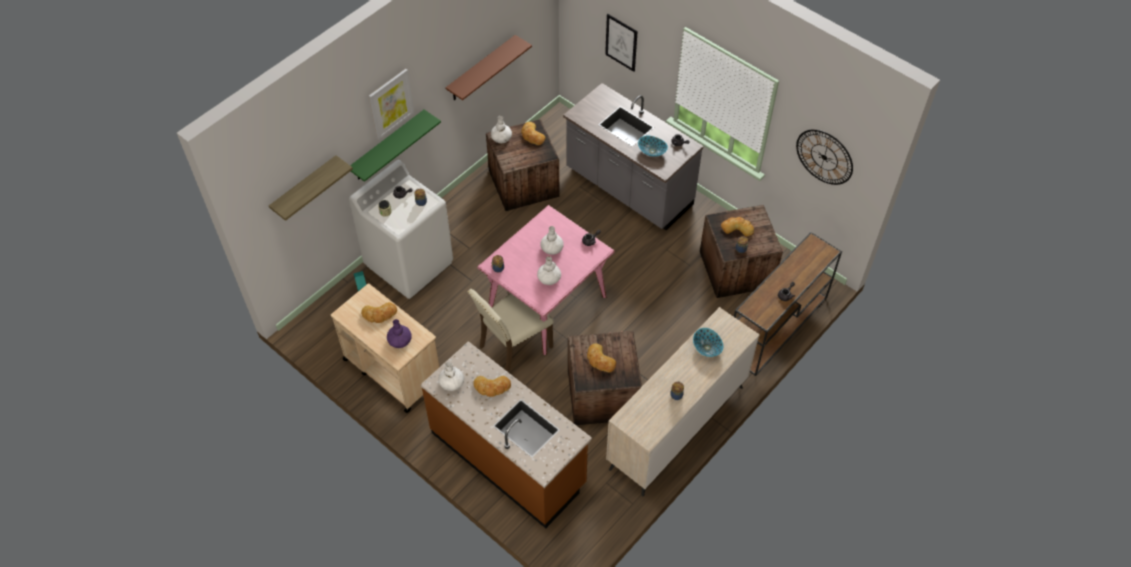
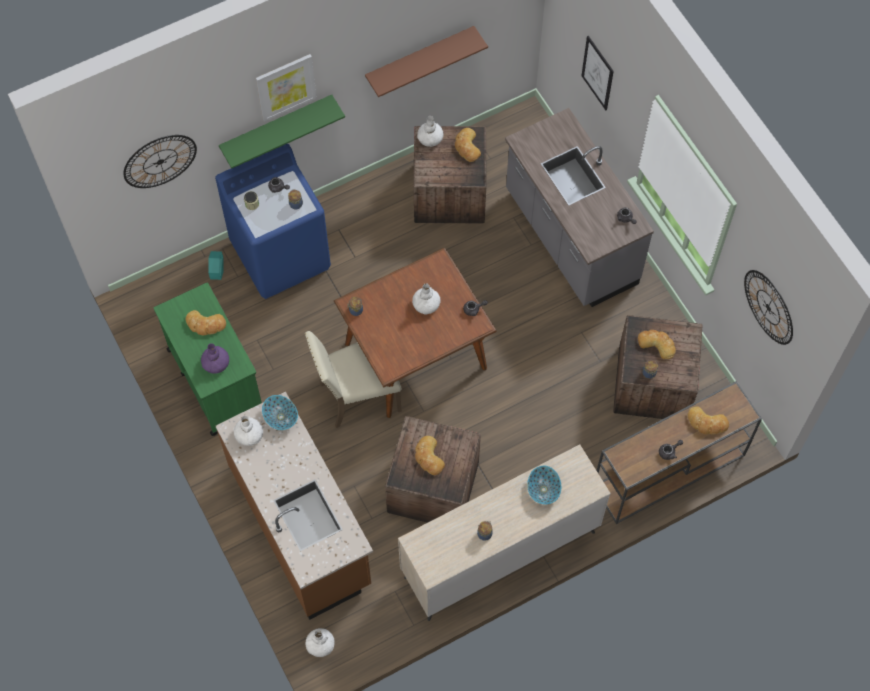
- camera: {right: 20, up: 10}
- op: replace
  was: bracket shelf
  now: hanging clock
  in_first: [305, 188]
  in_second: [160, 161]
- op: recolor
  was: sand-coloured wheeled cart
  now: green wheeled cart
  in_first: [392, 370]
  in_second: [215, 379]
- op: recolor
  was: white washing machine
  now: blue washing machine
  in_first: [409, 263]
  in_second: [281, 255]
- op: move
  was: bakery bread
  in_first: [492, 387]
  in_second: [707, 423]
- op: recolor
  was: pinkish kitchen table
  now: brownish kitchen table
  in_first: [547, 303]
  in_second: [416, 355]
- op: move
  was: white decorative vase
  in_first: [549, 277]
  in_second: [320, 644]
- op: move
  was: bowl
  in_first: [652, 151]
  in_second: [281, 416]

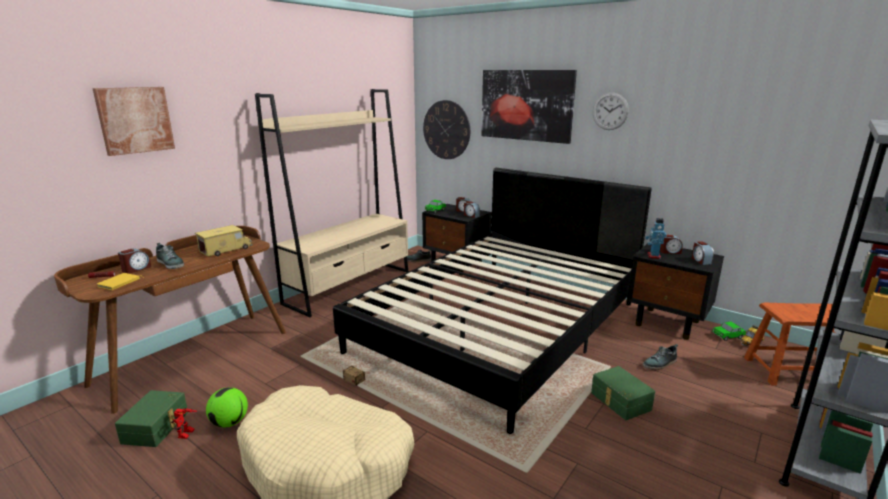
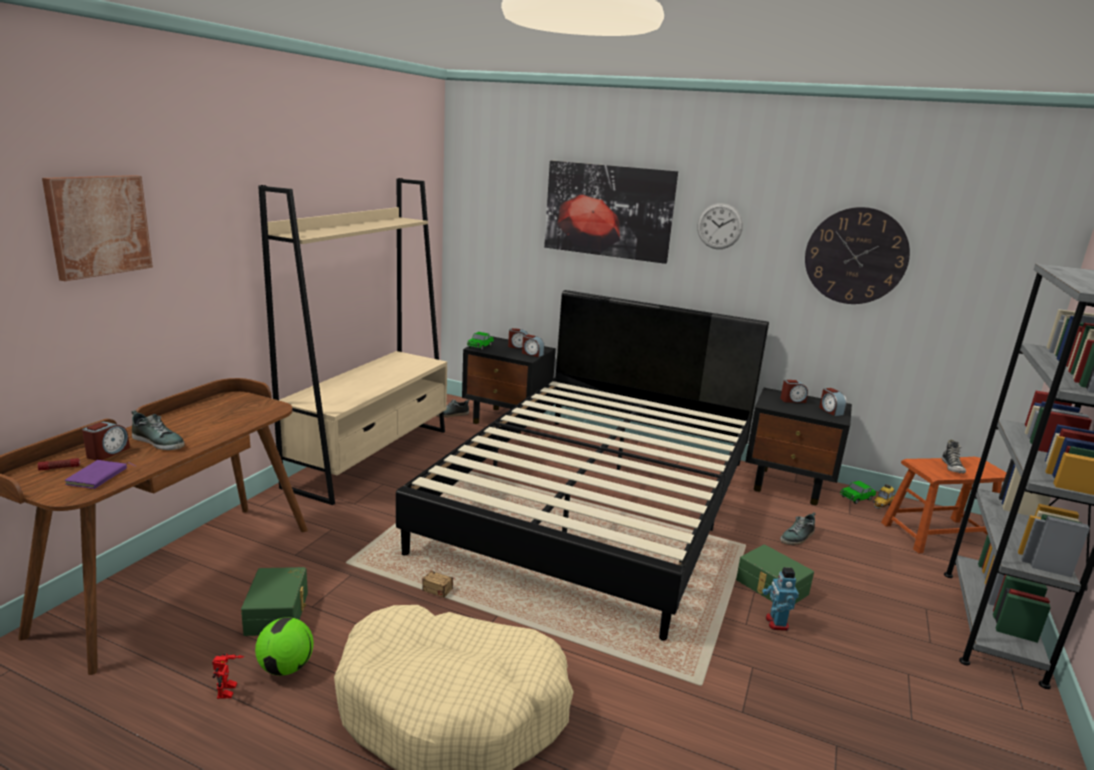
- camera: {right: -15, up: 0}
- op: recolor
  was: yellow bound book
  now: purple-coloured bound book
  in_first: [120, 283]
  in_second: [98, 477]
- op: move
  was: green storage box
  in_first: [157, 427]
  in_second: [279, 612]
- op: delete
  was: model truck
  in_first: [225, 250]
- op: move
  was: hanging clock
  in_first: [446, 130]
  in_second: [855, 256]
- op: move
  was: toy robot
  in_first: [653, 256]
  in_second: [776, 623]
- op: insert
  now: item of footwear
  in_second: [952, 467]

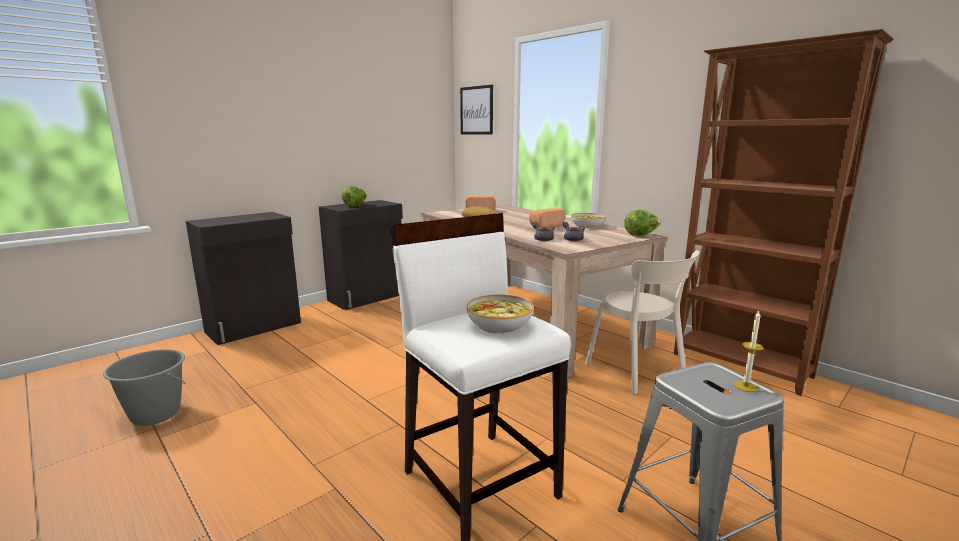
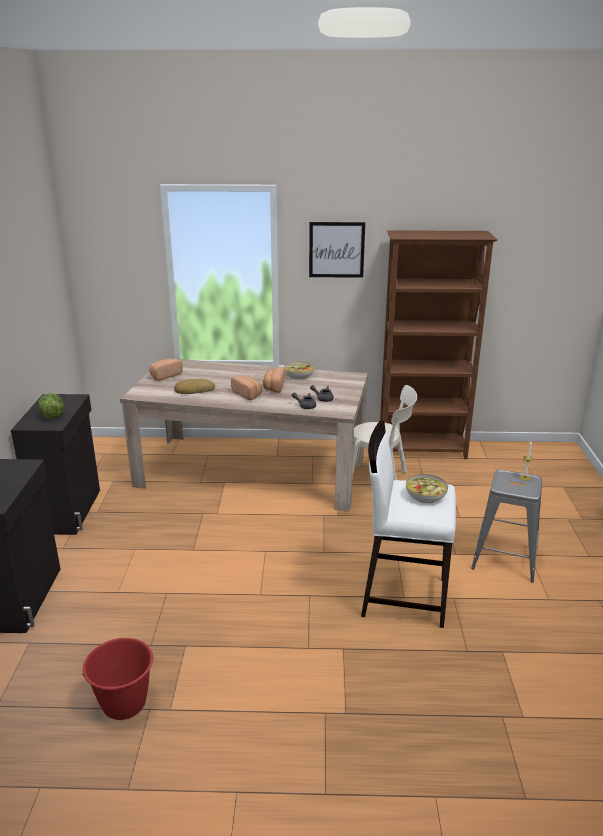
- camera: {right: -45, up: 10}
- op: recolor
  was: grey bucket
  now: reddish bucket
  in_first: [155, 414]
  in_second: [124, 704]
- op: move
  was: wall picture
  in_first: [476, 110]
  in_second: [336, 249]
- op: delete
  was: lettuce head
  in_first: [641, 235]
- op: insert
  now: bakery bread
  in_second: [248, 394]

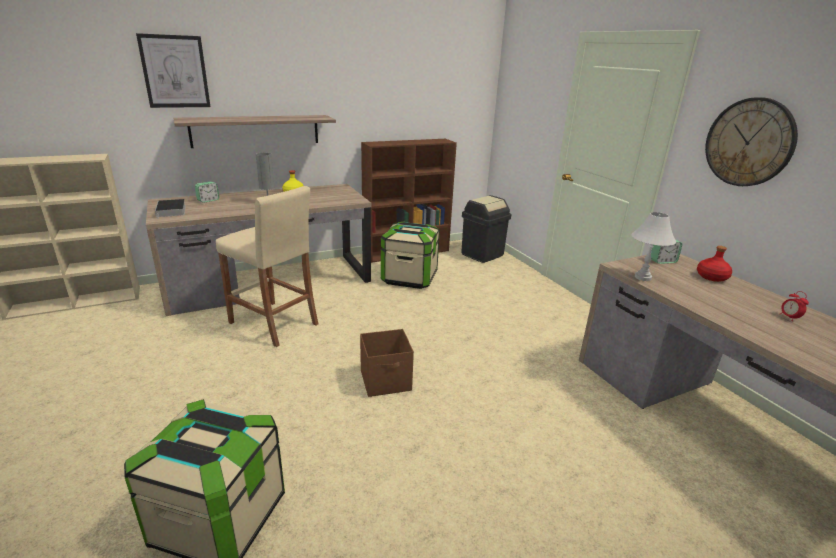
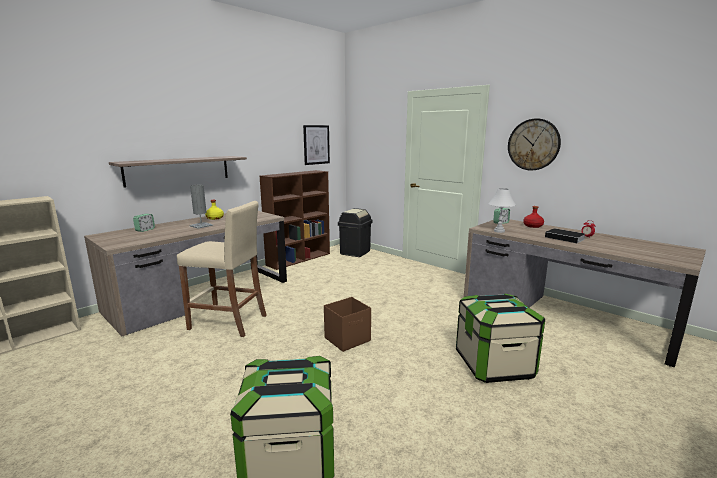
- camera: {right: -20, up: -10}
- op: move
  was: wall picture
  in_first: [175, 72]
  in_second: [316, 144]
- op: move
  was: bound book
  in_first: [171, 211]
  in_second: [566, 238]
- op: move
  was: storage box
  in_first: [409, 278]
  in_second: [494, 365]

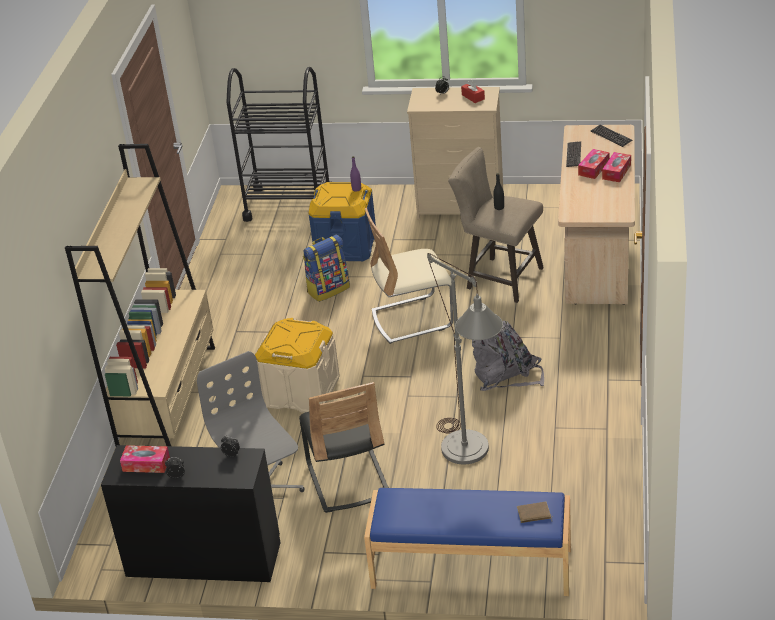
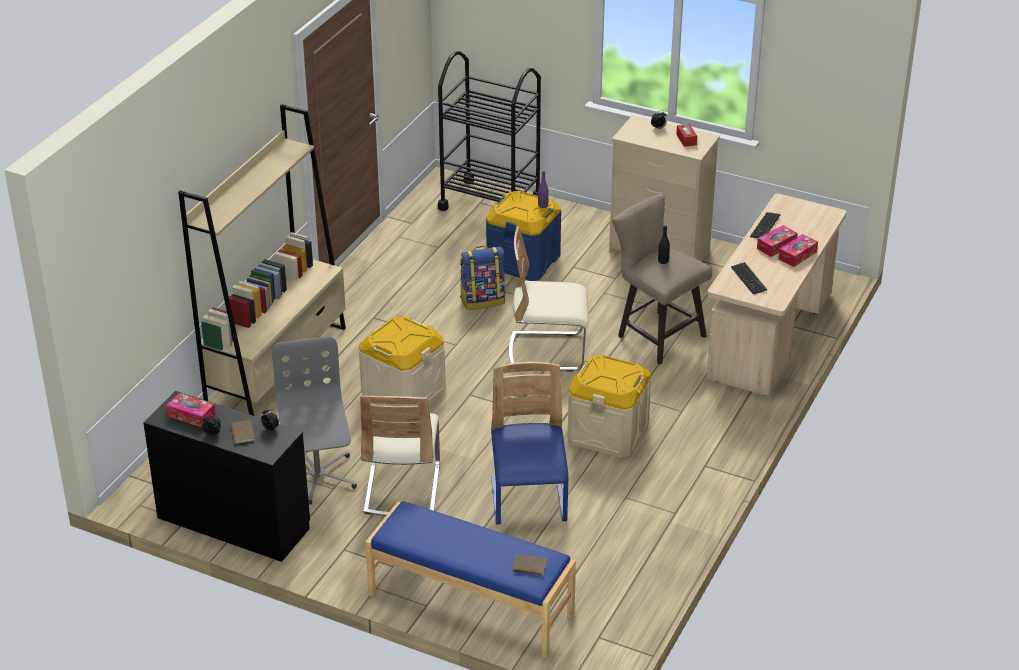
- camera: {right: 15, up: 0}
- op: recolor
  was: black-coloured chair
  now: sand-coloured chair
  in_first: [348, 479]
  in_second: [402, 489]
- op: replace
  was: grey standard lamp
  now: blue chair
  in_first: [470, 456]
  in_second: [528, 501]
- op: replace
  was: grey knapsack
  now: sand-coloured storage box
  in_first: [506, 374]
  in_second: [608, 432]
- op: move
  was: computer keyboard
  in_first: [611, 136]
  in_second: [748, 279]
- op: insert
  now: brownish bound book
  in_second: [241, 433]

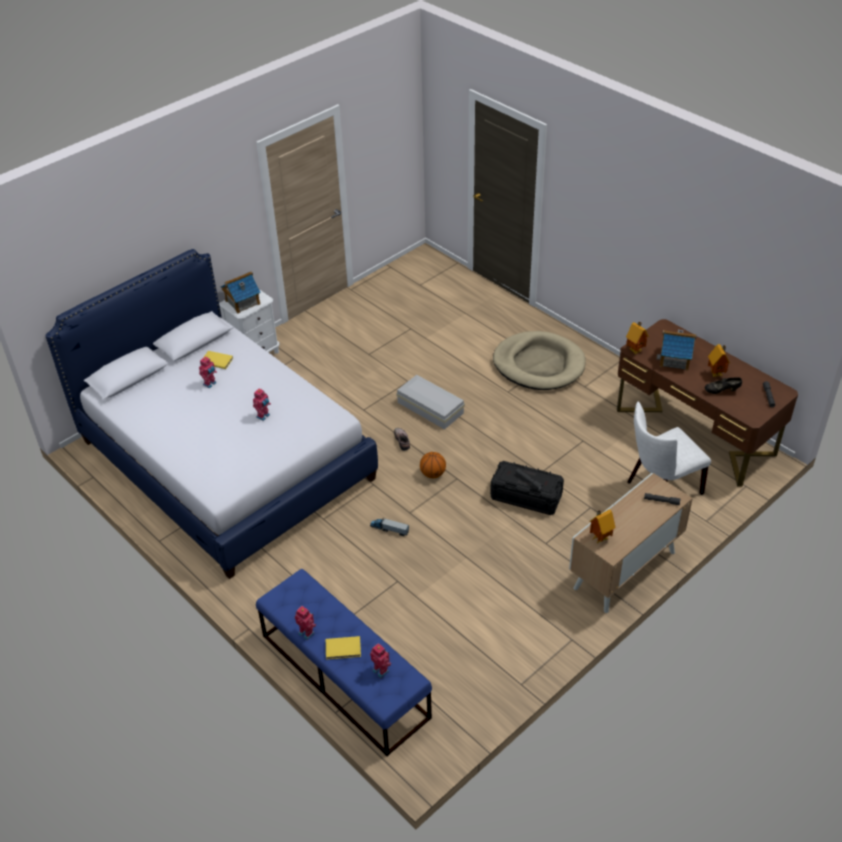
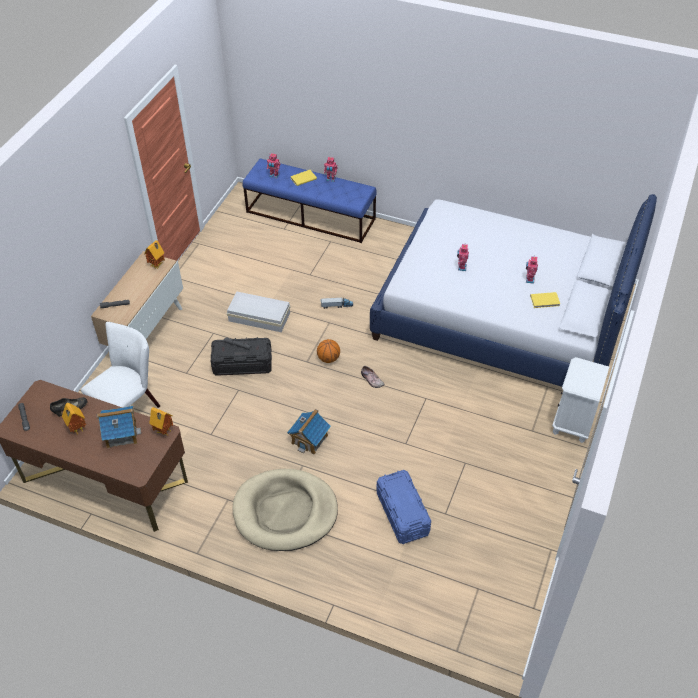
- camera: {right: 155, up: 5}
- op: move
  was: model house
  in_first: [242, 302]
  in_second: [309, 439]
- op: move
  was: white storage box
  in_first: [430, 408]
  in_second: [258, 316]
- op: insert
  now: blue storage box
  in_second: [402, 514]

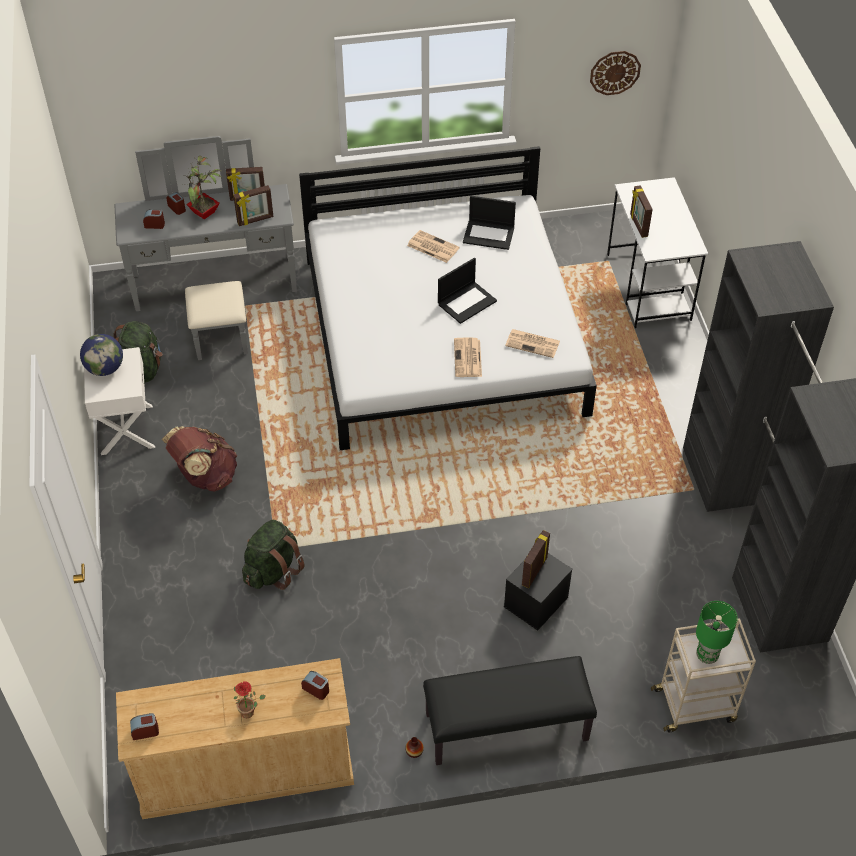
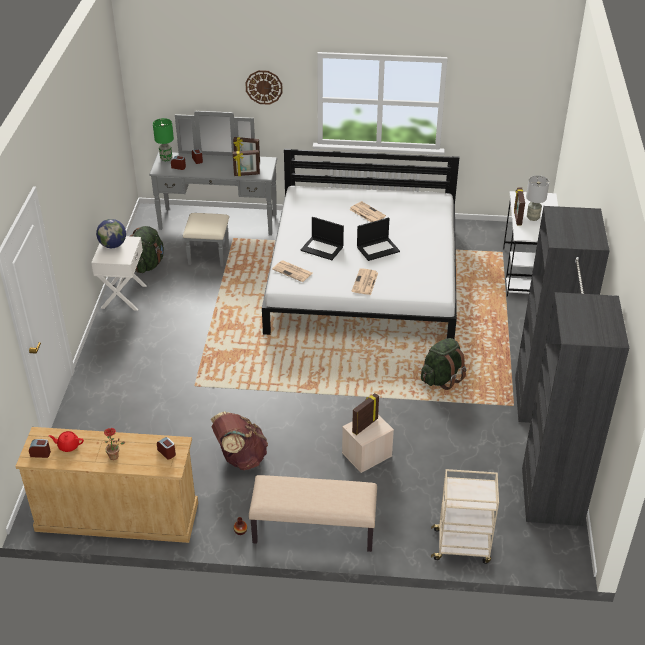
- camera: {right: 15, up: -10}
- op: move
  was: brownish knapsack
  in_first: [205, 476]
  in_second: [240, 458]
- op: delete
  was: houseplant
  in_first: [205, 214]
- op: move
  was: green knapsack
  in_first: [273, 570]
  in_second: [441, 378]
- op: recolor
  was: black-coloured indoor bench
  now: sand-coloured indoor bench
  in_first: [506, 728]
  in_second: [313, 530]
- op: move
  was: notebook computer
  in_first: [489, 235]
  in_second: [322, 248]
- op: recolor
  was: black-coloured storage box
  now: sand-coloured storage box
  in_first: [536, 602]
  in_second: [366, 455]
- op: move
  was: newspaper
  in_first: [533, 343]
  in_second: [293, 271]
- op: move
  was: hanging clock
  in_first: [615, 72]
  in_second: [264, 87]
- op: move
  was: green table lamp
  in_first: [706, 656]
  in_second: [166, 158]
- op: insert
  now: reddish tea pot
  in_second: [68, 446]
- op: insert
  now: grey table lamp
  in_second: [533, 217]

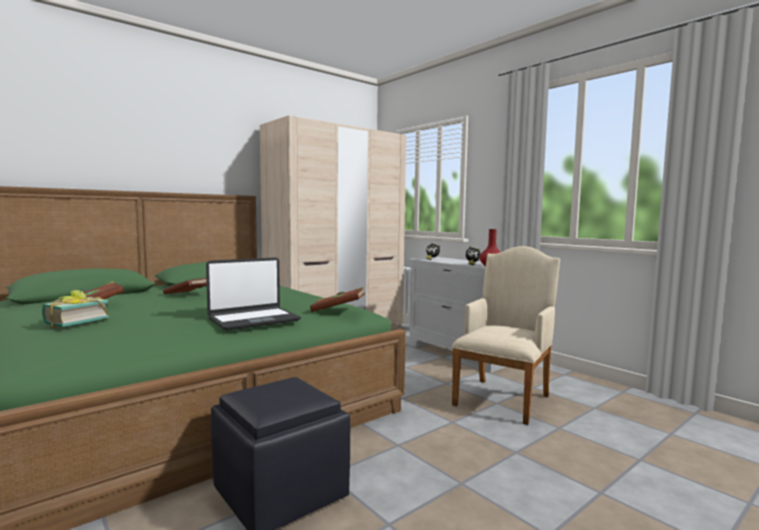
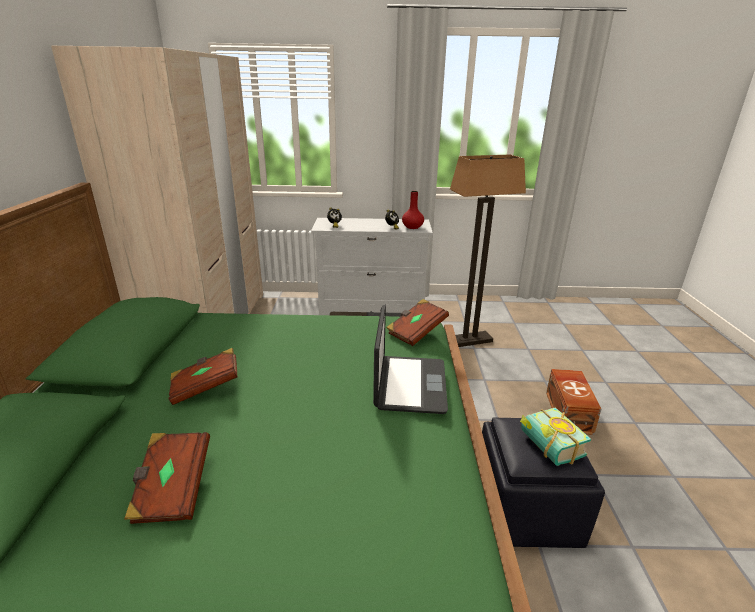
- camera: {right: -50, up: 20}
- op: move
  was: bound book
  in_first: [74, 322]
  in_second: [546, 448]
- op: replace
  was: sand-coloured easy chair
  now: standard lamp
  in_first: [504, 398]
  in_second: [469, 340]
- op: insert
  now: brownish storage box
  in_second: [569, 412]

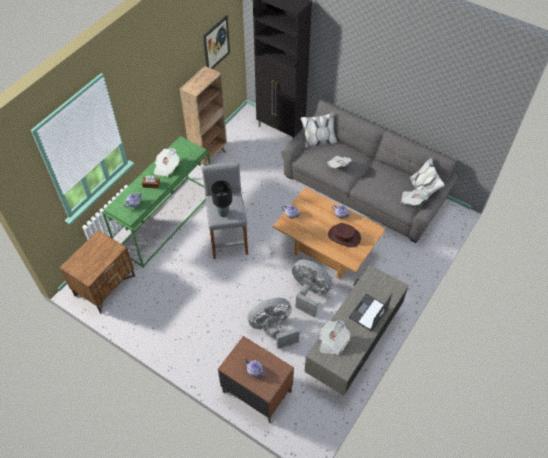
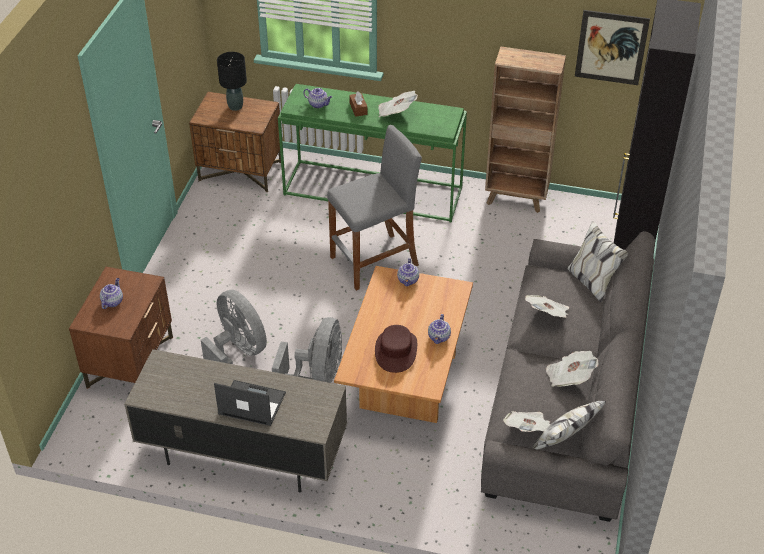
- camera: {right: 70, up: -10}
- op: move
  was: black-coloured table lamp
  in_first: [224, 213]
  in_second: [235, 107]
- op: move
  was: newspaper
  in_first: [332, 342]
  in_second: [569, 377]

